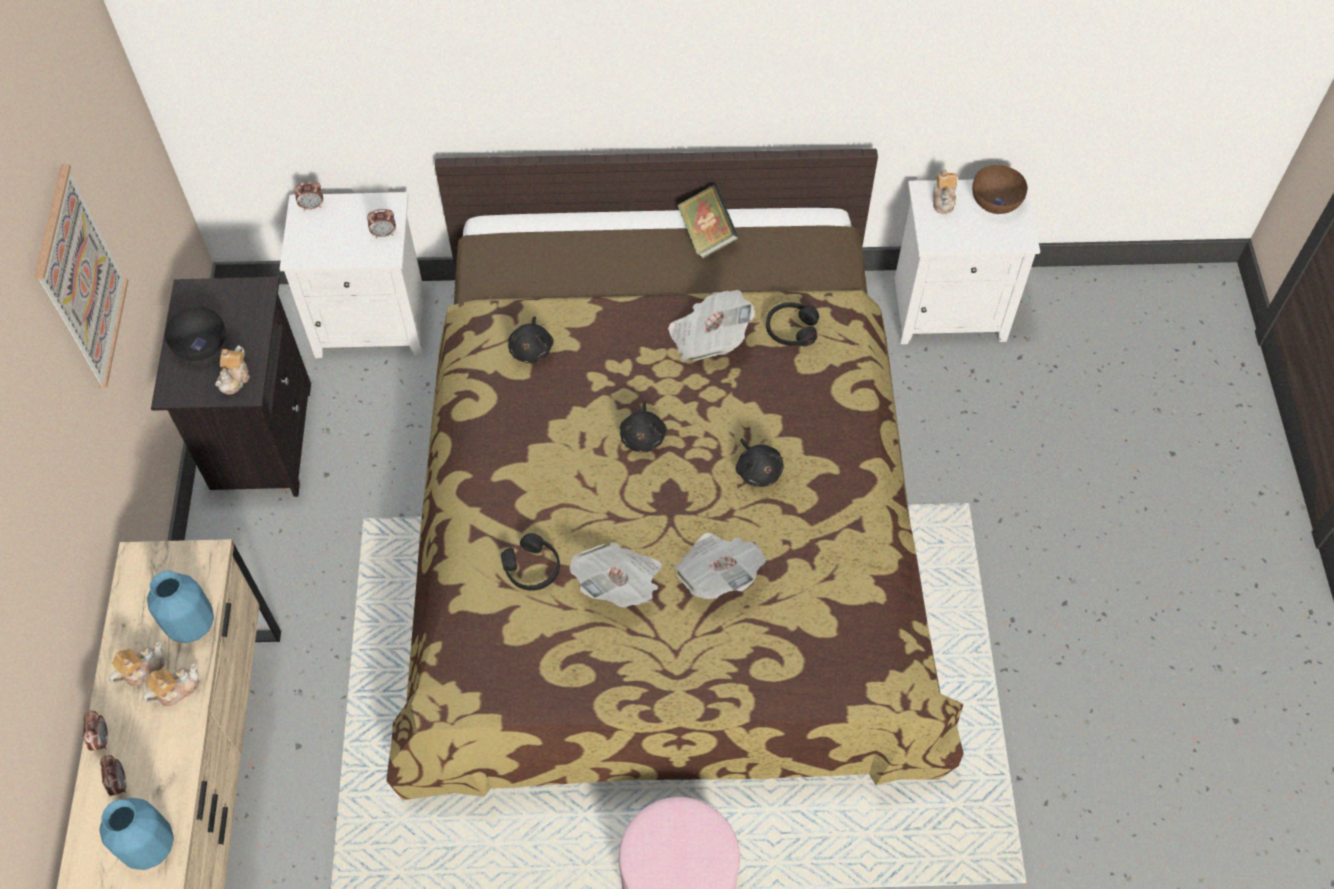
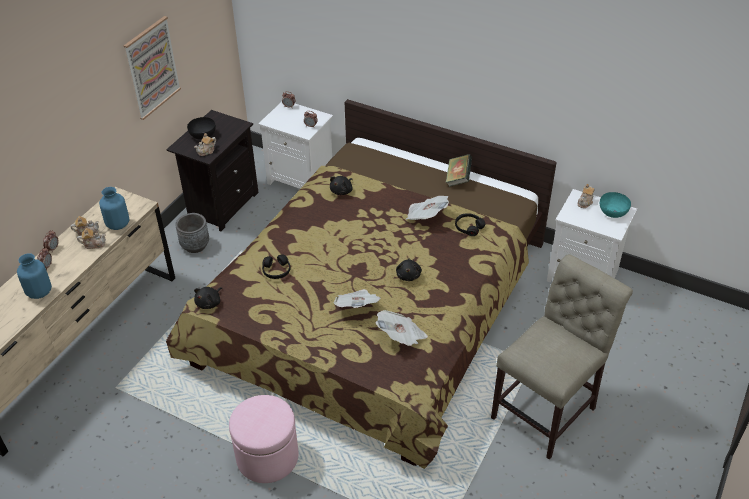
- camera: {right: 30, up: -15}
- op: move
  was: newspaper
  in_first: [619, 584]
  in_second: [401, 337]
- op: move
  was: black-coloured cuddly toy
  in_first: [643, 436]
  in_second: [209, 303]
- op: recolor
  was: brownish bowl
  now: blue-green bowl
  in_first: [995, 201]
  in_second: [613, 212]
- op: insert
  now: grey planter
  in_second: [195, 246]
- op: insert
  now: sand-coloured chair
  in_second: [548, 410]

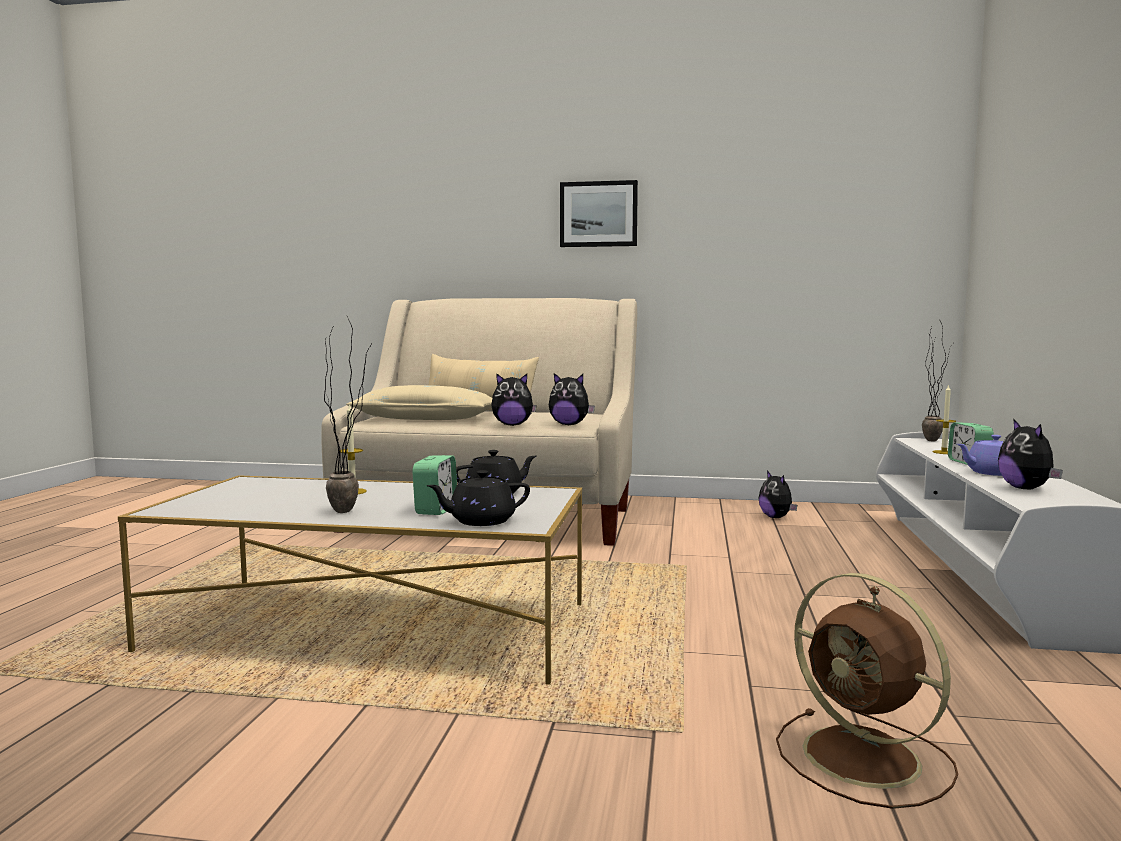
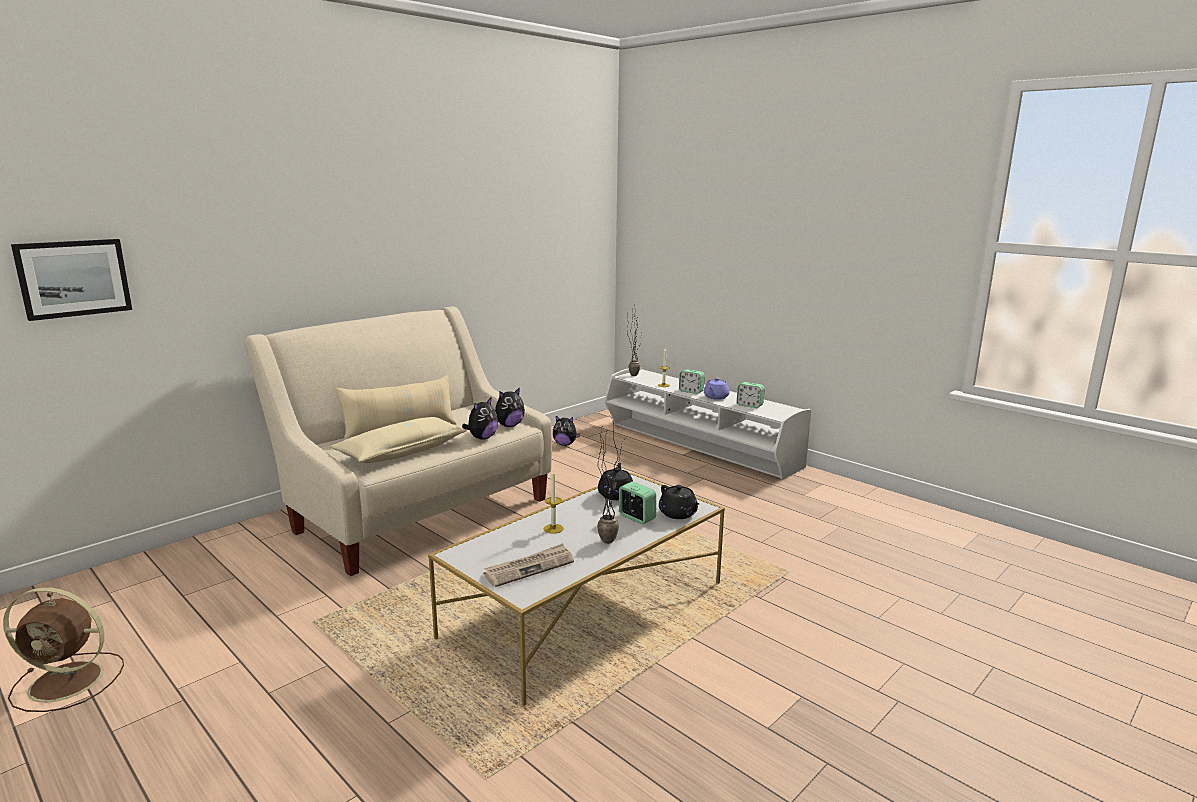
- camera: {right: -55, up: 10}
- op: rotate
  was: black-coloured tea pot
  in_first: [480, 521]
  in_second: [678, 514]
  clockwise: -45
- op: move
  was: wall picture
  in_first: [598, 214]
  in_second: [74, 278]
- op: move
  was: brownish fan
  in_first: [866, 759]
  in_second: [69, 681]
- op: replace
  was: cuddly toy
  now: table clock
  in_first: [1026, 489]
  in_second: [749, 405]
- op: insert
  now: newspaper
  in_second: [529, 568]

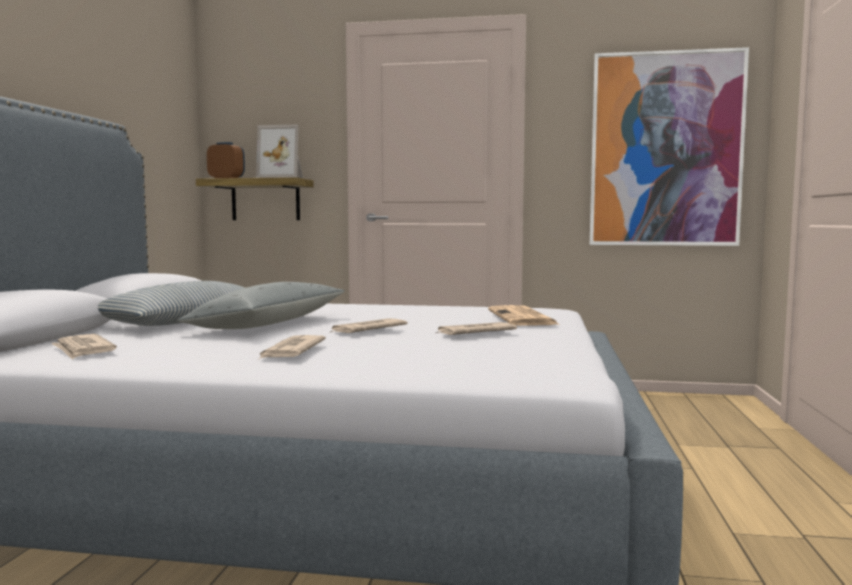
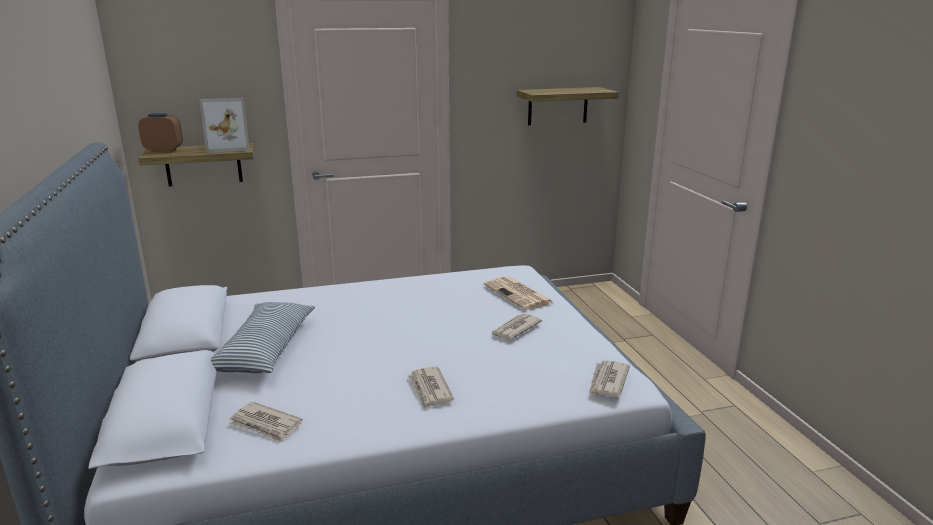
- camera: {right: -25, up: 15}
- op: delete
  was: grey pillow
  in_first: [269, 324]
- op: move
  was: newspaper
  in_first: [367, 330]
  in_second: [607, 381]
- op: replace
  was: wall picture
  now: bracket shelf
  in_first: [665, 150]
  in_second: [558, 106]

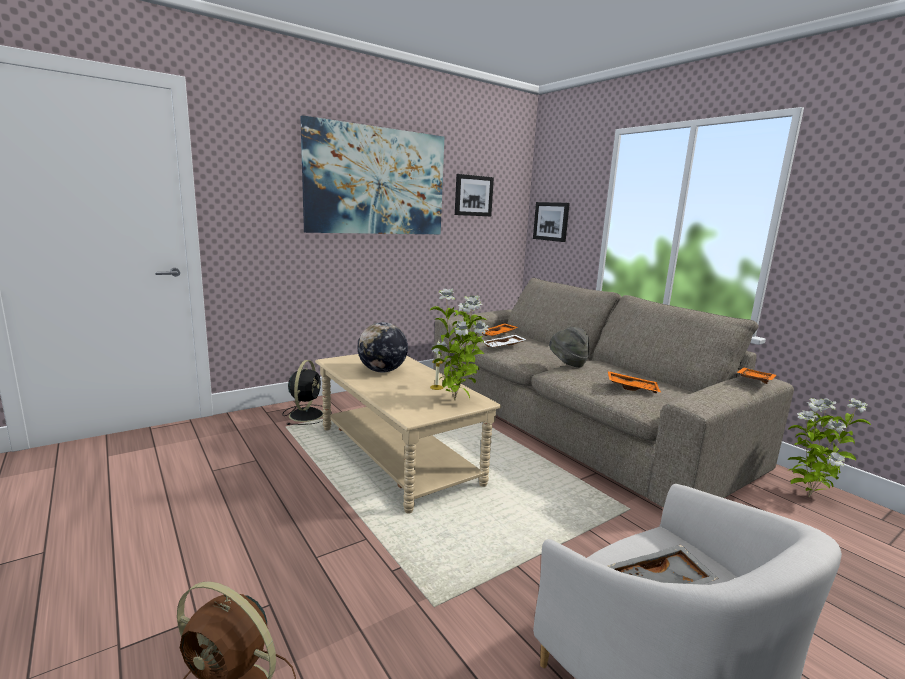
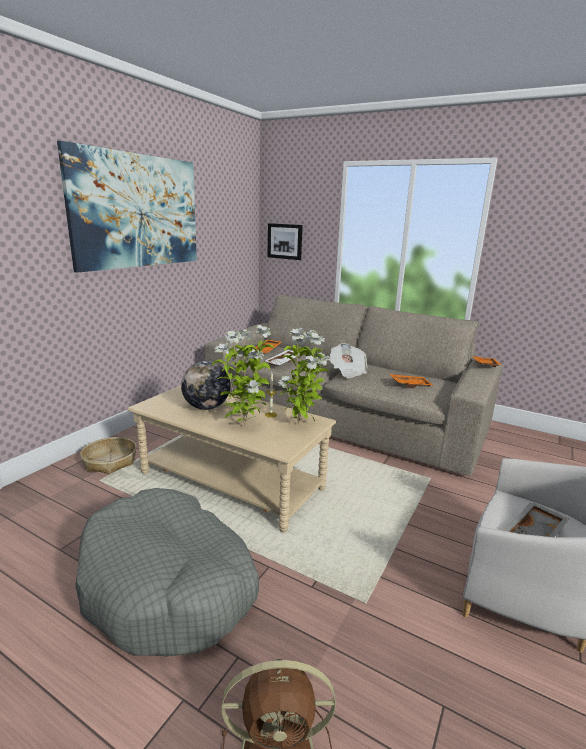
- camera: {right: -25, up: 5}
- op: replace
  was: black-coloured fan
  now: storage basket
  in_first: [307, 414]
  in_second: [110, 462]
- op: delete
  was: wall picture
  in_first: [473, 195]
- op: replace
  was: grey hat
  now: newspaper
  in_first: [567, 364]
  in_second: [347, 371]
- op: move
  was: houseplant
  in_first: [808, 496]
  in_second: [244, 426]
- op: insert
  now: grey dog cushion
  in_second: [168, 584]

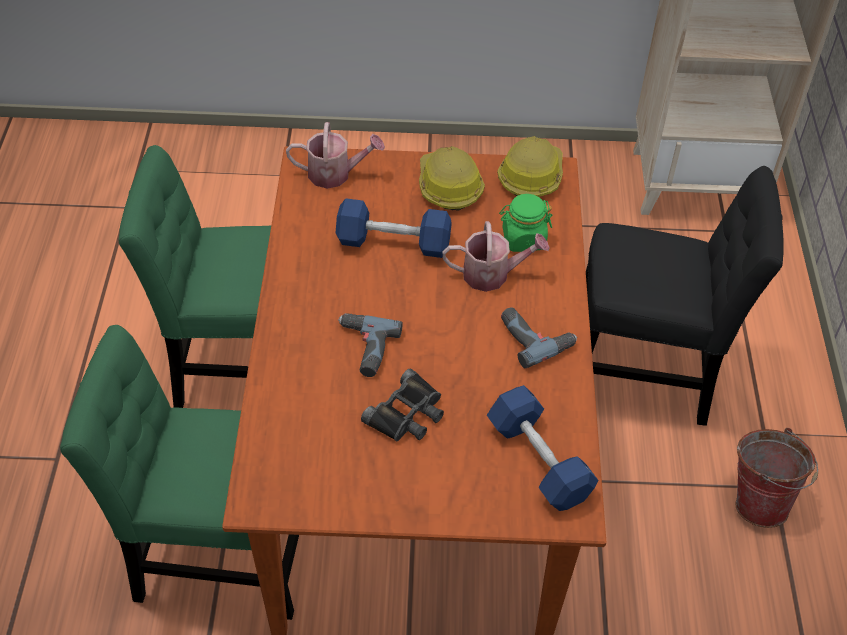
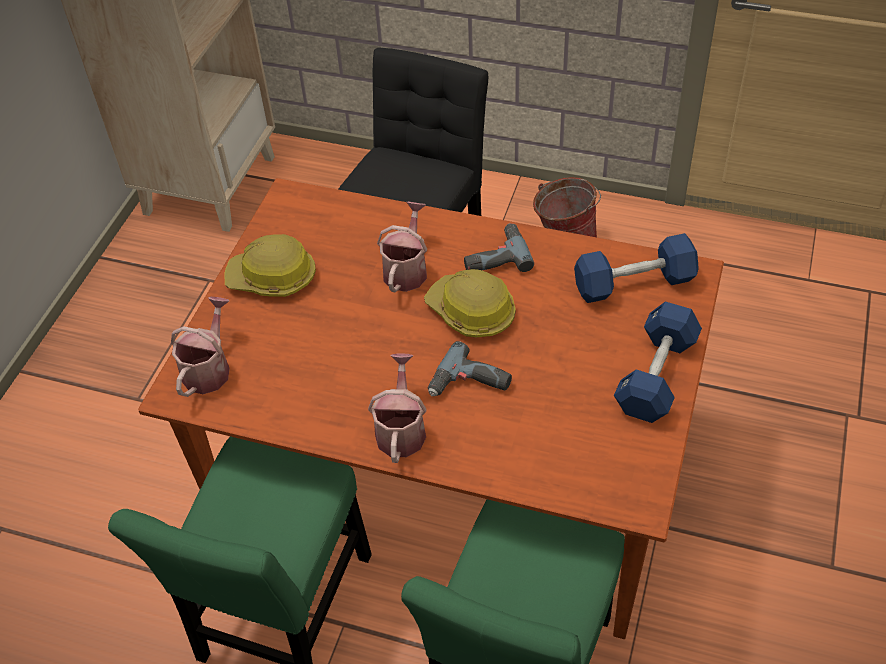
- camera: {right: -70, up: 0}
- op: move
  was: blue hand weight
  in_first: [393, 242]
  in_second: [656, 375]
- op: delete
  was: black-coloured pair of binoculars
  in_first: [407, 414]
- op: move
  was: safety helmet
  in_first: [531, 176]
  in_second: [471, 312]
- op: delete
  was: green storage jar
  in_first: [523, 239]
- op: insert
  now: watering pot
  in_second: [401, 429]

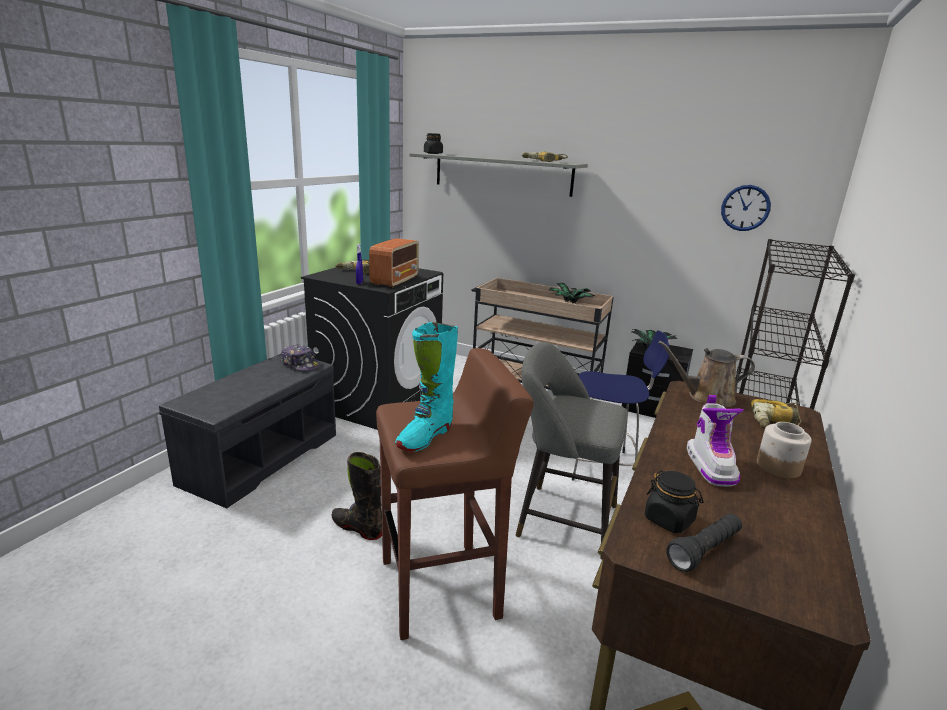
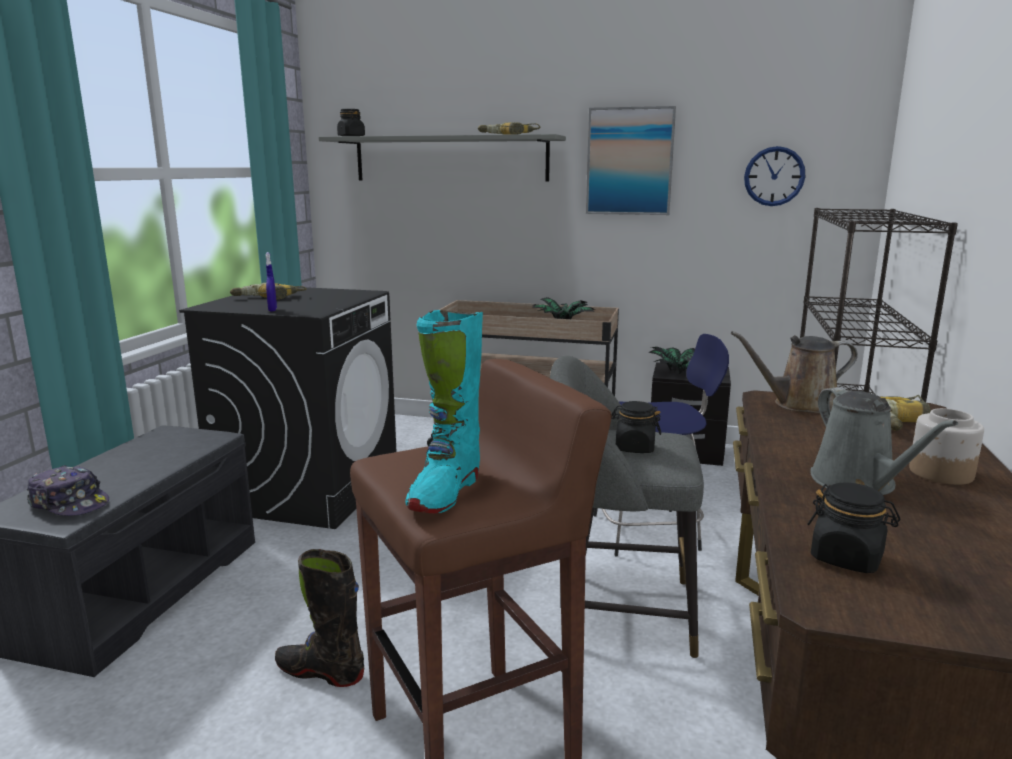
- camera: {right: -10, up: -5}
- op: move
  was: baseball cap
  in_first: [300, 364]
  in_second: [70, 503]
- op: delete
  was: radio set
  in_first: [395, 281]
- op: delete
  was: black-coloured hand torch
  in_first: [704, 551]
- op: replace
  was: boot
  now: grey watering pot
  in_first: [711, 466]
  in_second: [858, 483]
- op: insert
  now: wall picture
  in_second: [629, 161]
- op: insert
  now: black-coloured storage jar
  in_second: [634, 448]

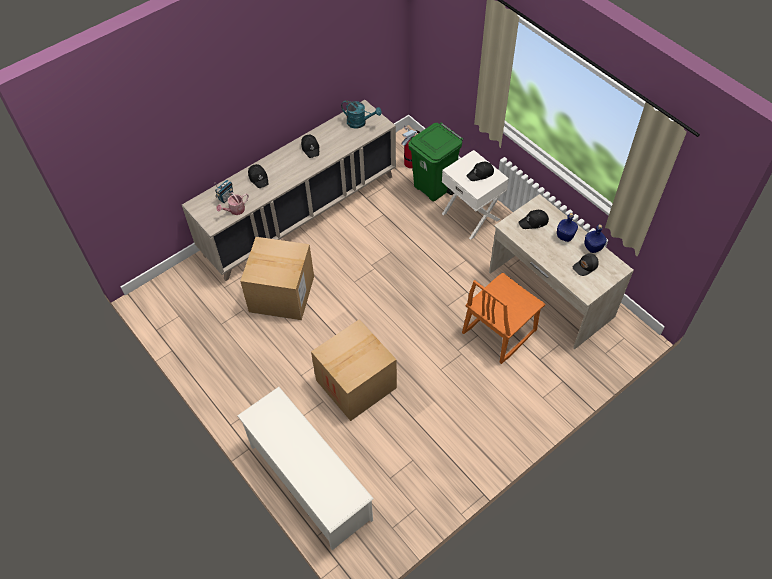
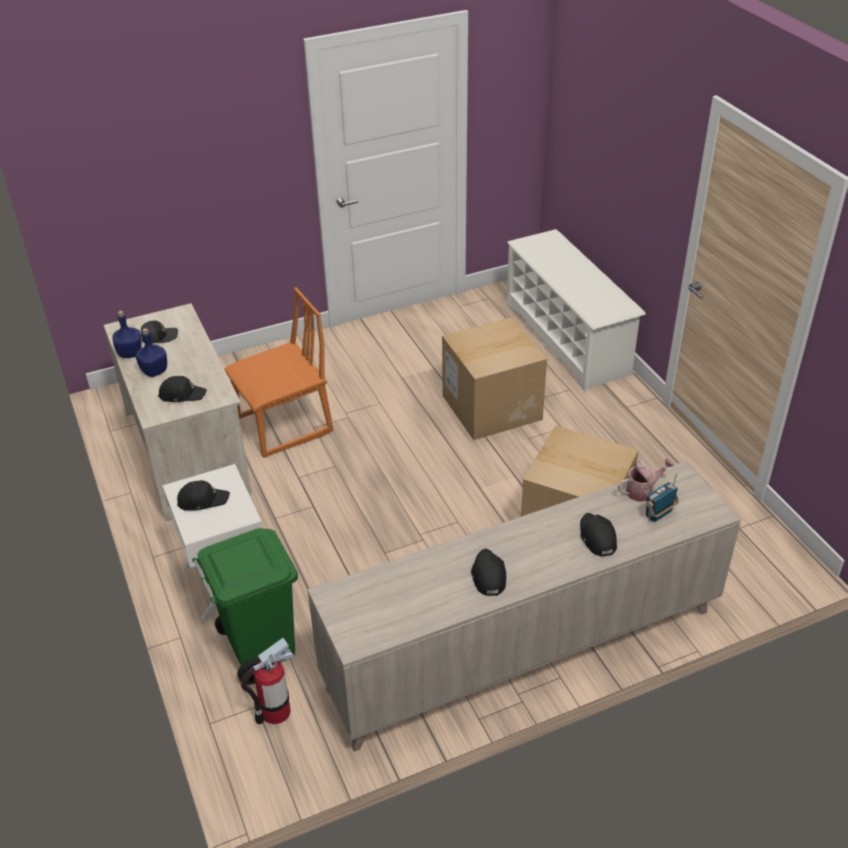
- camera: {right: -165, up: -15}
- op: delete
  was: blue-green watering pot
  in_first: [360, 123]

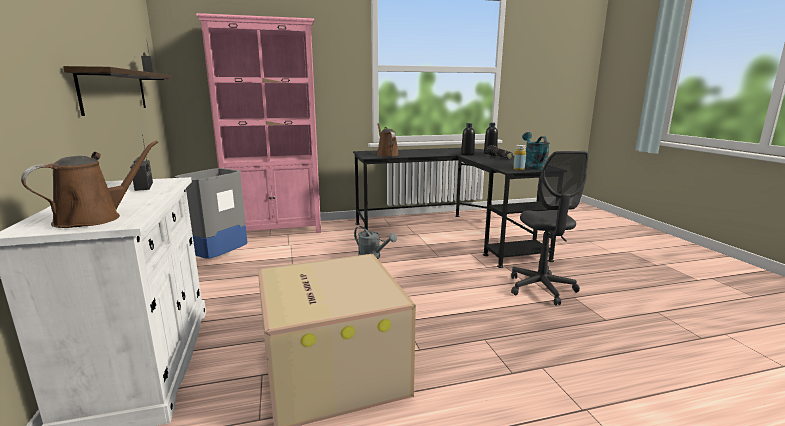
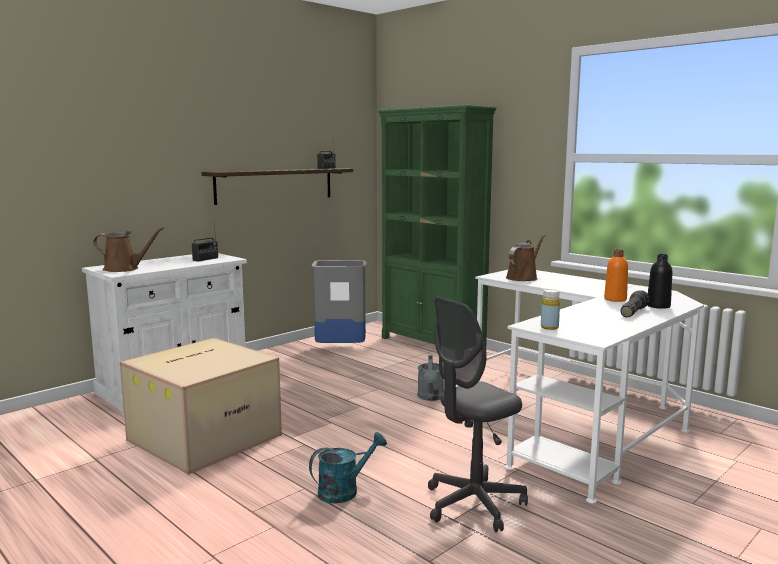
- camera: {right: 60, up: -5}
- op: recolor
  was: pinkish shelving unit
  now: green shelving unit
  in_first: [276, 230]
  in_second: [432, 344]
- op: recolor
  was: black-coloured desk unit
  now: white desk unit
  in_first: [451, 233]
  in_second: [581, 418]
- op: recolor
  was: black-coloured beverage bottle
  now: orange-coloured beverage bottle
  in_first: [467, 154]
  in_second: [615, 299]
- op: move
  was: blue-green watering pot
  in_first: [533, 166]
  in_second: [344, 490]

